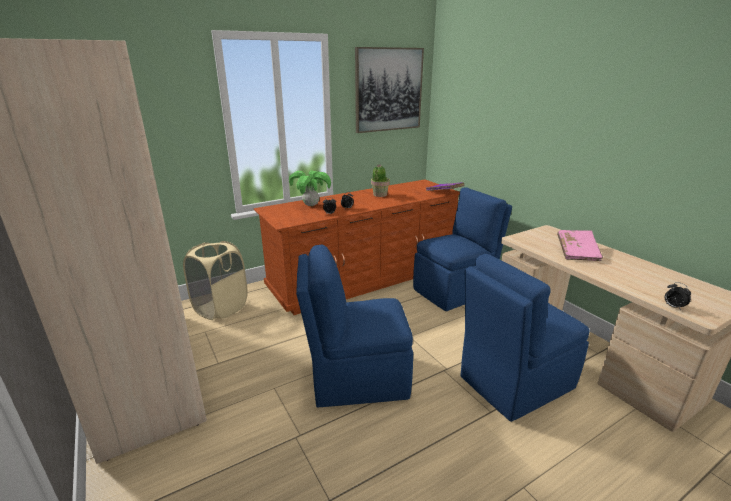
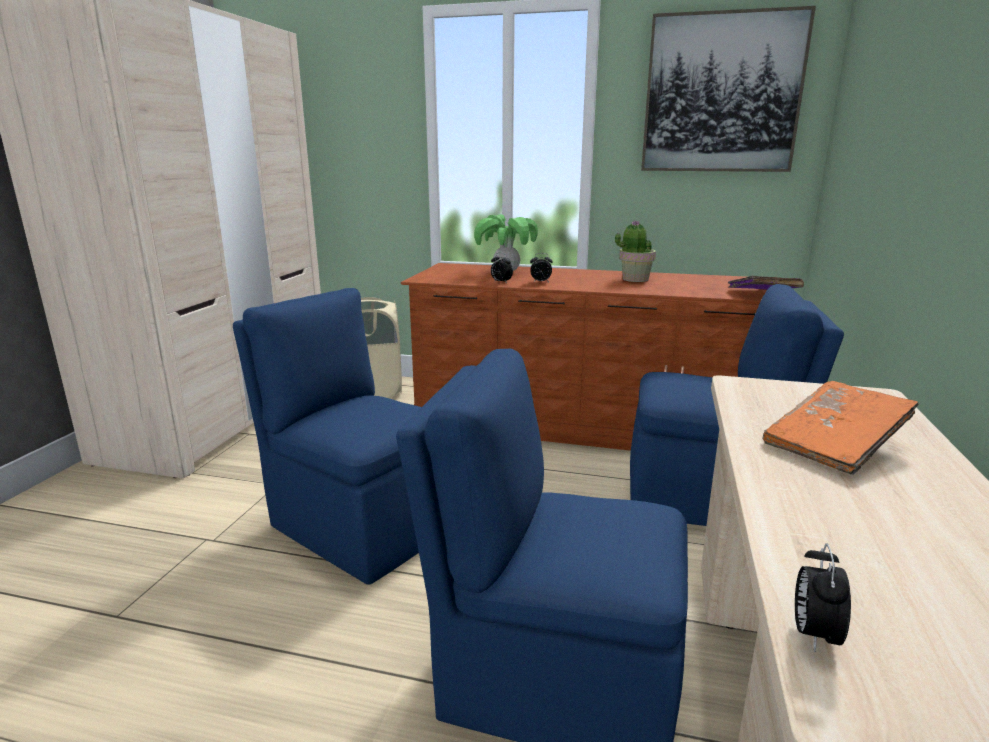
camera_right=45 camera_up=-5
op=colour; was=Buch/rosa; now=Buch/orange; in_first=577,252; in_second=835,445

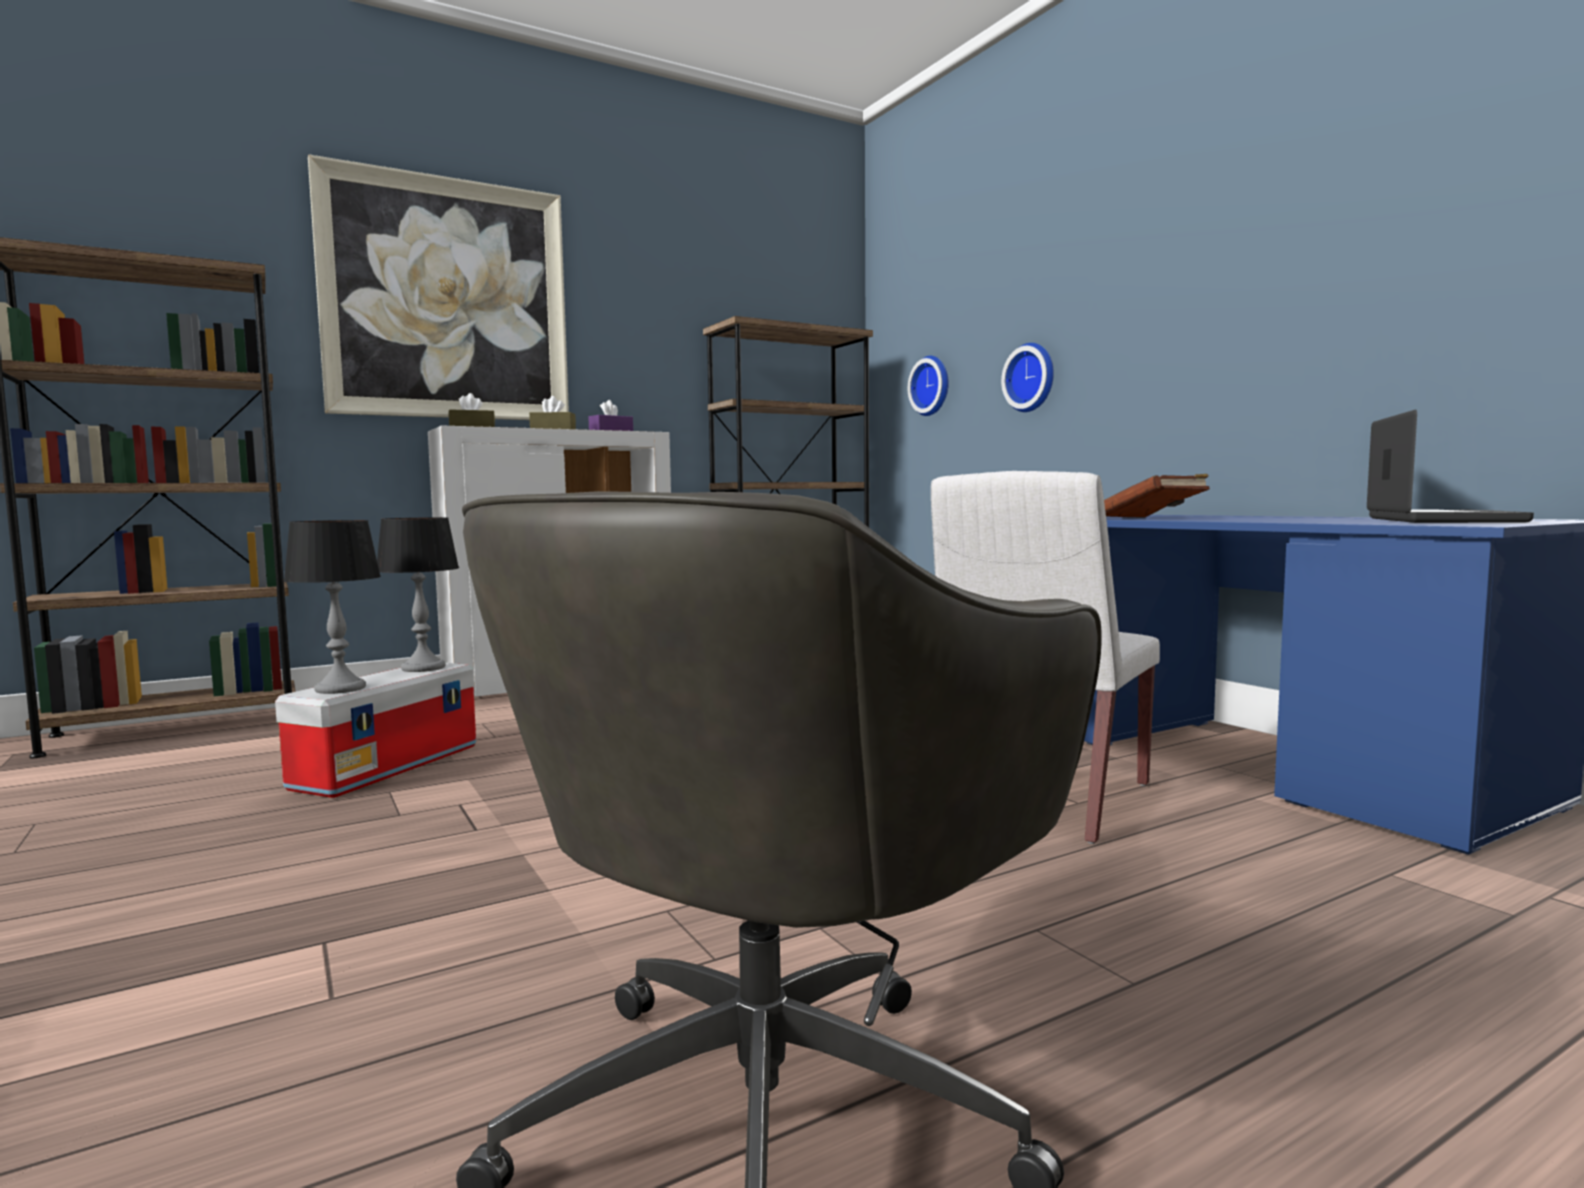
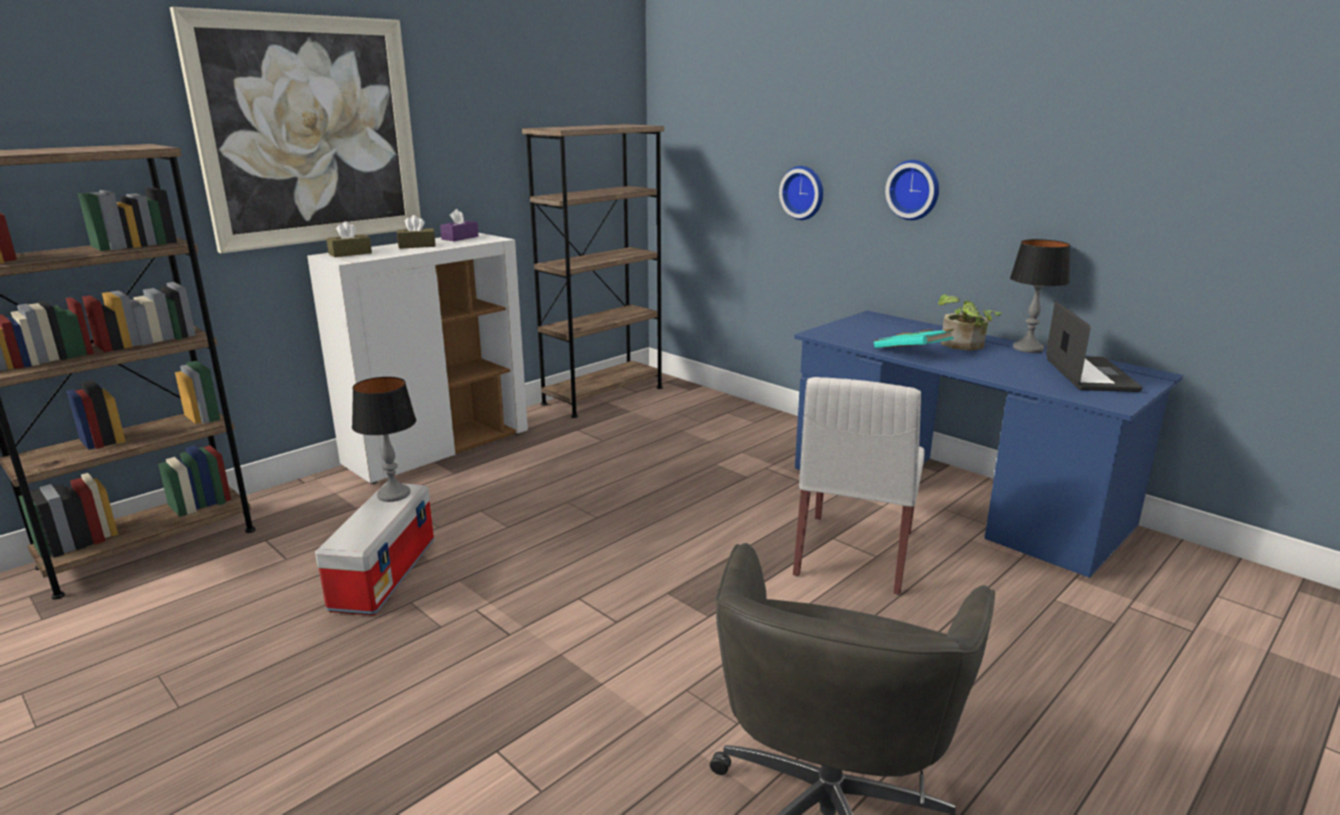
camera_right=-15 camera_up=15
op=relocated; was=Wanduhr; in_first=932,386; in_second=914,189
op=colour; was=Buch/braun; now=Buch/türkis; in_first=1150,518; in_second=912,353
op=relocated; was=Tischlampe; in_first=340,689; in_second=1028,348
op=appeared; now=Topfpflanze; in_second=962,346

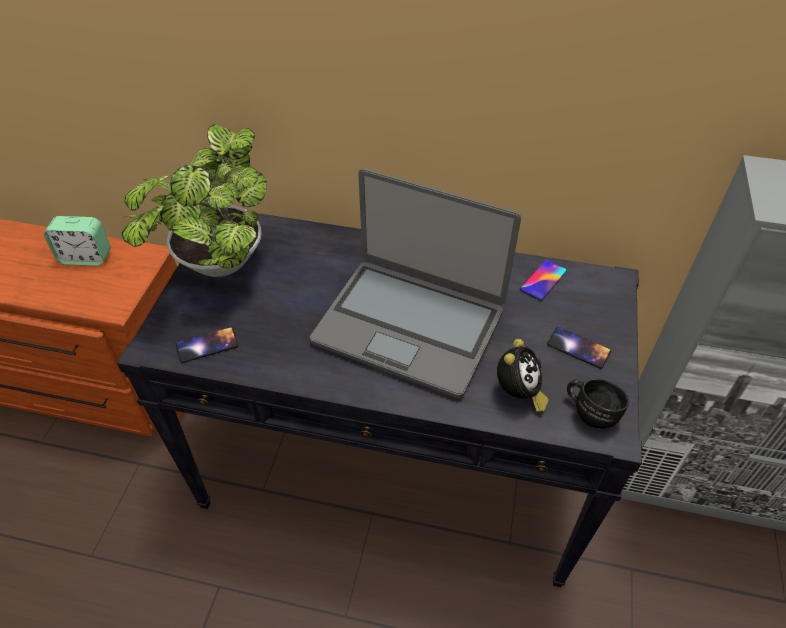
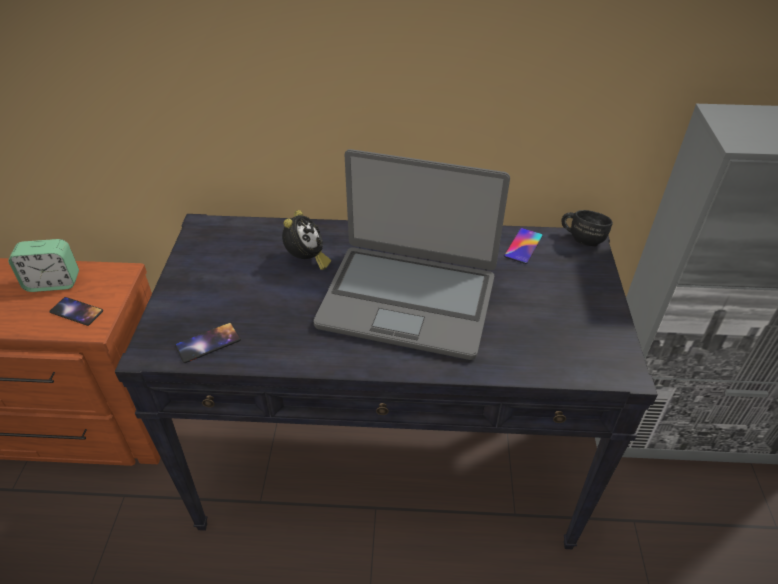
camera_right=-10 camera_up=-5
op=missing; was=Topfpflanze; in_first=217,266
op=relocated; was=Handy; in_first=578,348; in_second=76,311
op=relocated; was=Wecker; in_first=518,394; in_second=306,260
op=relocated; was=Henkelbecher/schwarz; in_first=591,411; in_second=582,238

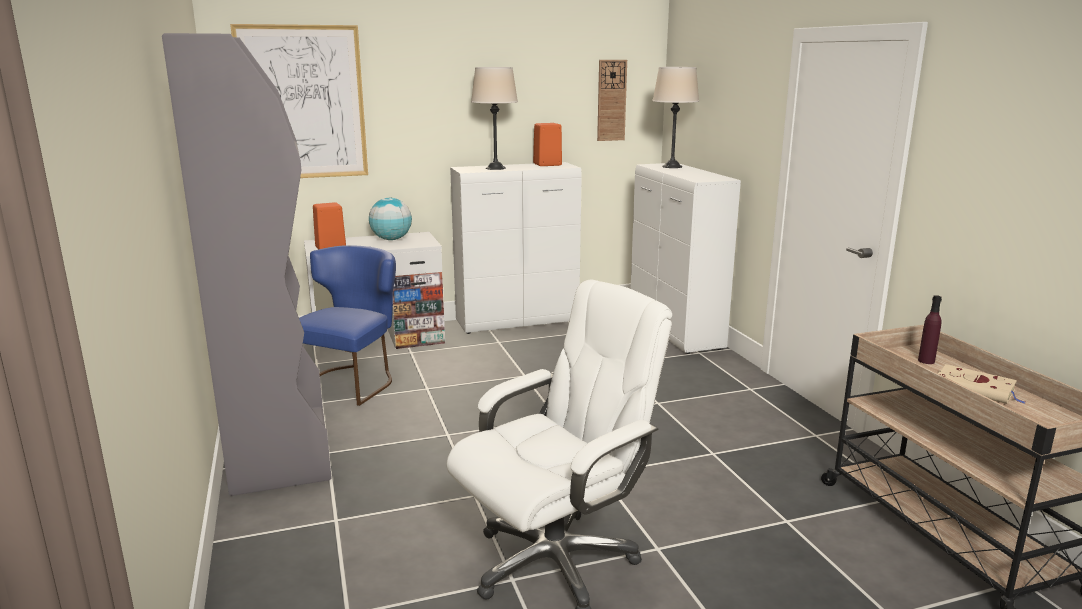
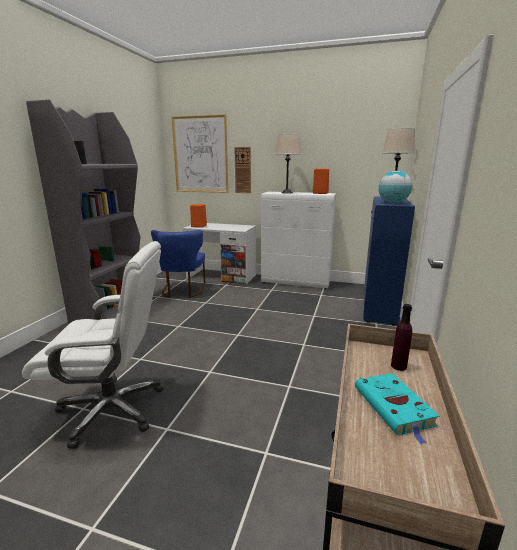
camera_right=35 camera_up=0
op=relocated; was=Wanduhr; in_first=611,100; in_second=243,170
op=colour; was=Schrank/weiß; now=Schrank/blau; in_first=675,332; in_second=379,308
op=relocated; was=Globus; in_first=391,239; in_second=393,203
op=spun; was=Stuhl/blau; in_first=351,381; in_second=182,291; clockwise=120
op=colour; was=Buch/beige; now=Buch/türkis; in_first=976,389; in_second=395,408

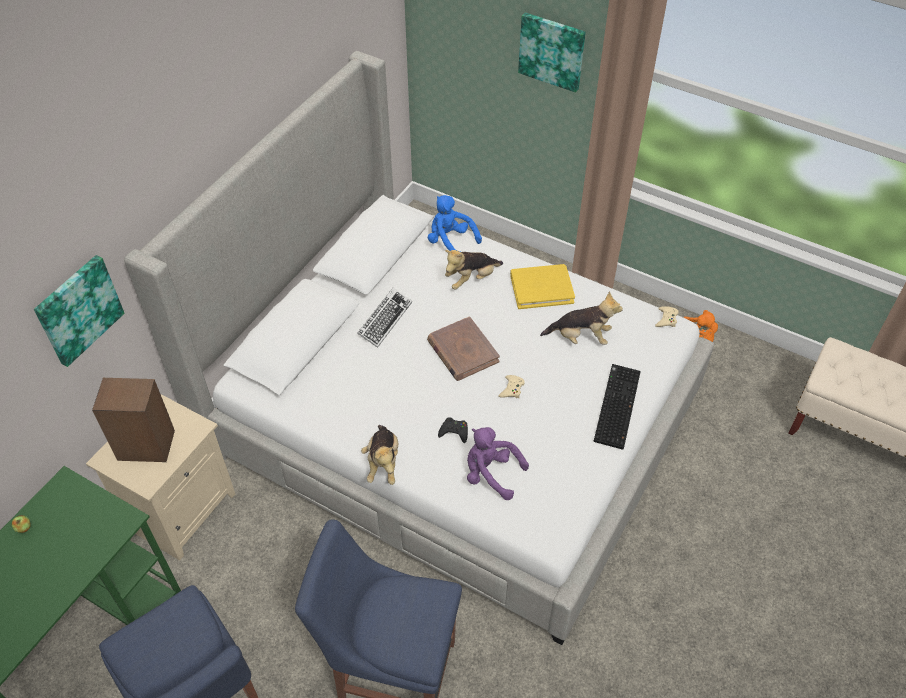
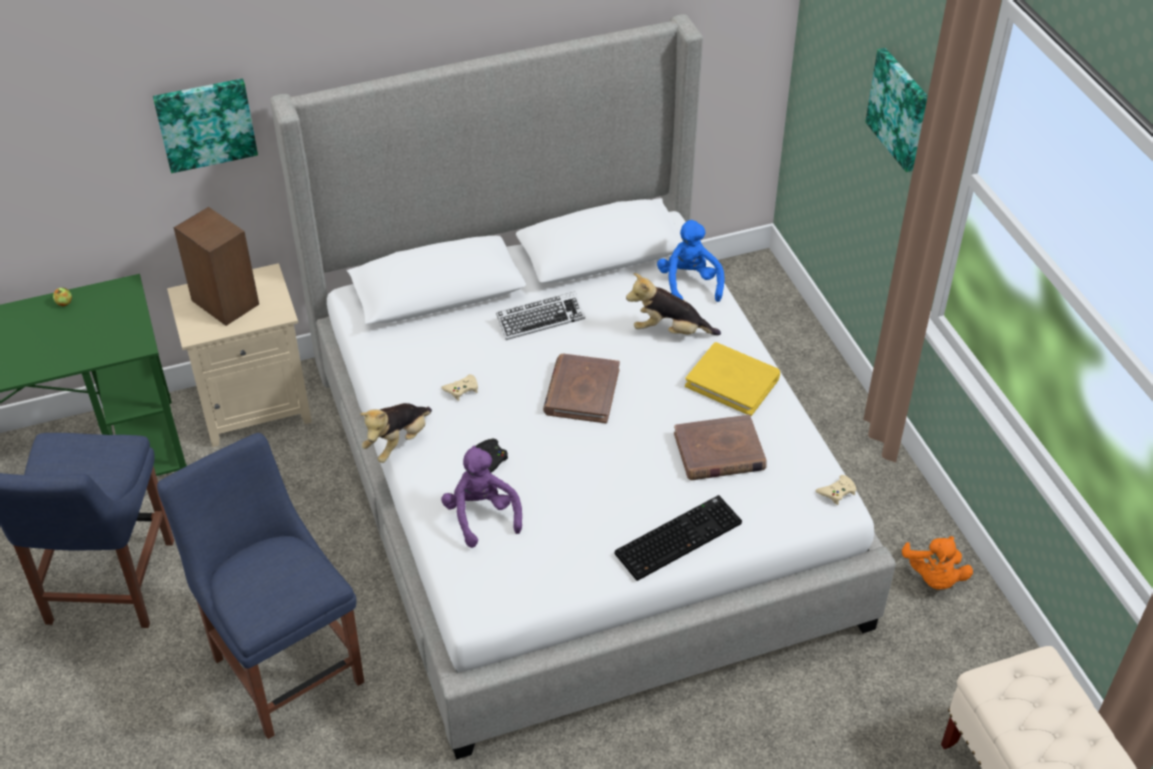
camera_right=40 camera_up=-5
op=exchanged; was=Plüschtier; now=Buch/braun; in_first=581,337; in_second=719,452
op=relocated; was=Gamepad/beige; in_first=511,389; in_second=462,389

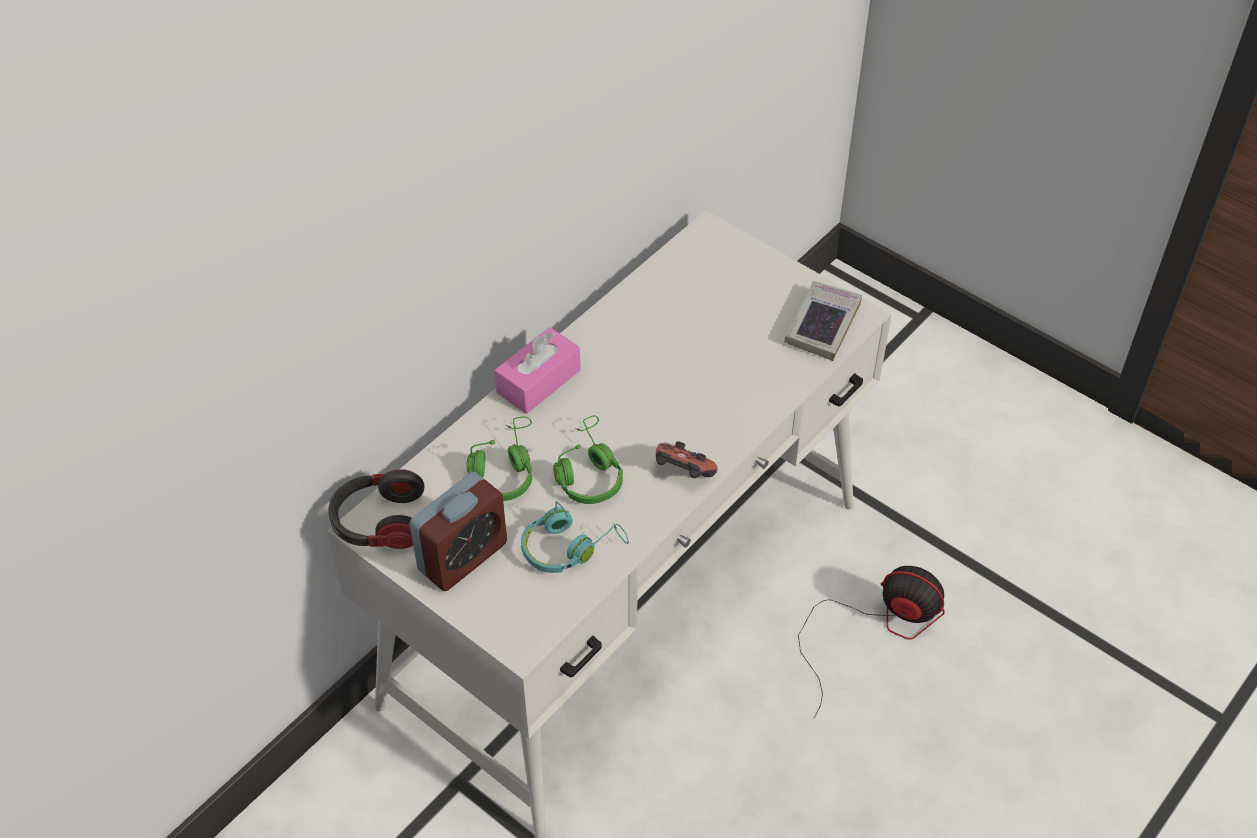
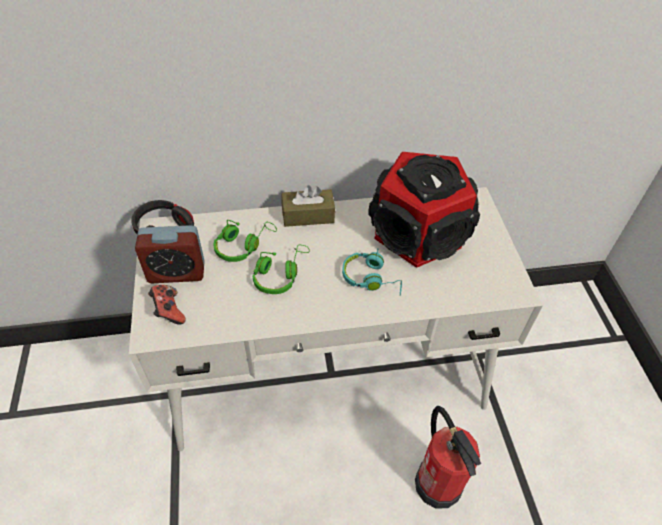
camera_right=40 camera_up=0
op=missing; was=Buch; in_first=822,325
op=colour; was=Taschentuchbox/rosa; now=Taschentuchbox/braun; in_first=538,381; in_second=308,215
op=relocated; was=Gamepad; in_first=682,473; in_second=168,311
op=relocated; was=Kopfhörer/türkis; in_first=569,547; in_second=371,278
op=exchanged; was=Ventilator; now=Feuerlöscher; in_first=876,628; in_second=438,483
op=appeared; now=Lautsprecher; in_second=418,233

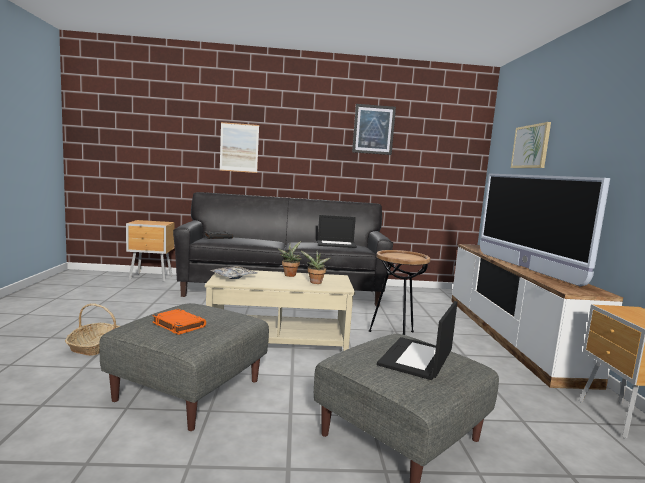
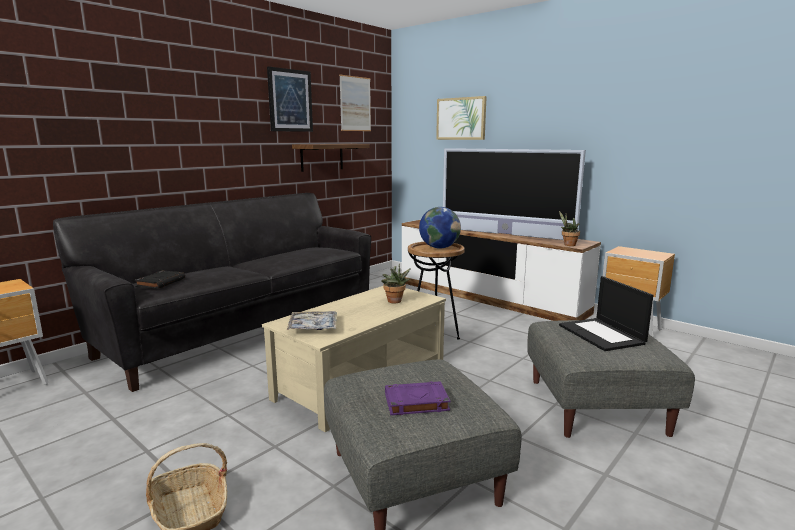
camera_right=-45 camera_up=5
op=relocated; was=Bild; in_first=239,147; in_second=355,104
op=missing; was=Laptop; in_first=336,244
op=relocated; was=Topfpflanze; in_first=290,275; in_second=568,244
op=colour; was=Buch/orange; now=Buch/lila; in_first=178,324; in_second=415,402
op=appeared; now=Wandregal; in_second=322,157
op=appeared; now=Globus; in_second=439,247

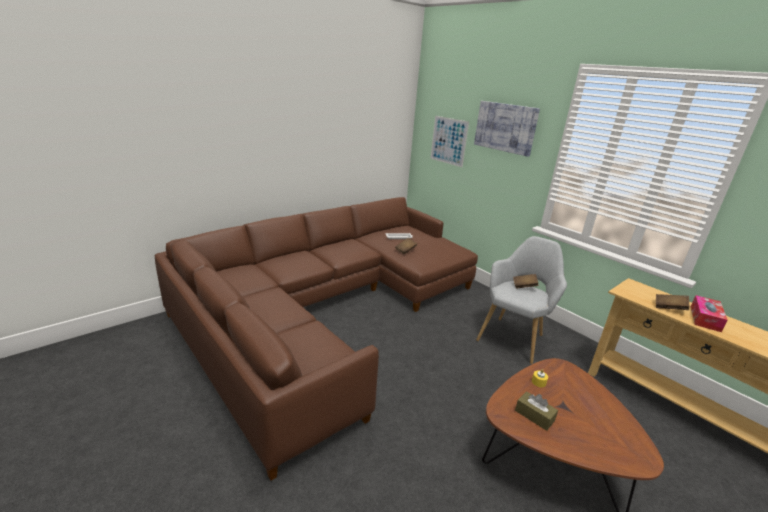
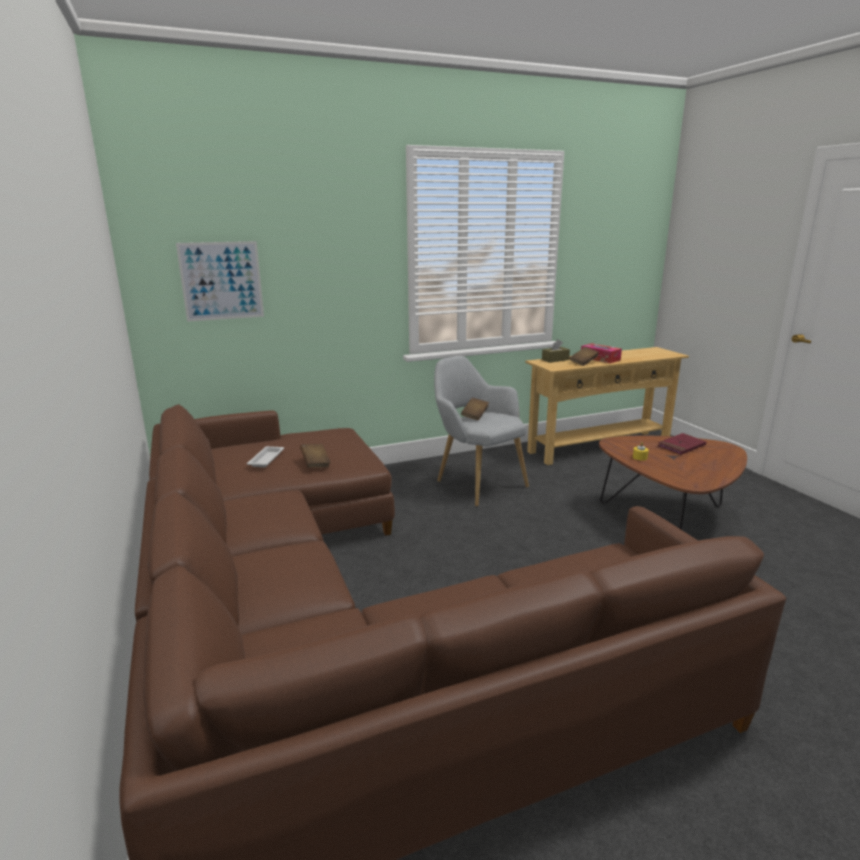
camera_right=-70 camera_up=-5
op=missing; was=Bild; in_first=505,127
op=relocated; was=Taschentuchbox/braun; in_first=534,416; in_second=555,360
op=appeared; now=Buch/rot; in_second=681,446

